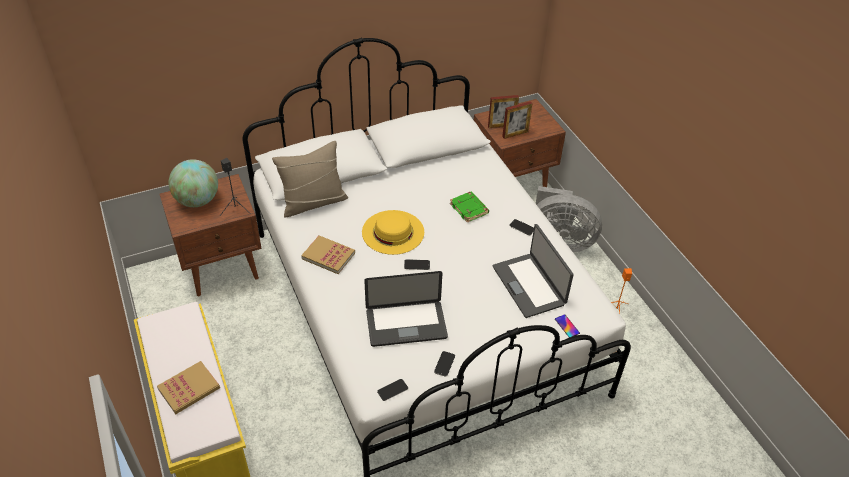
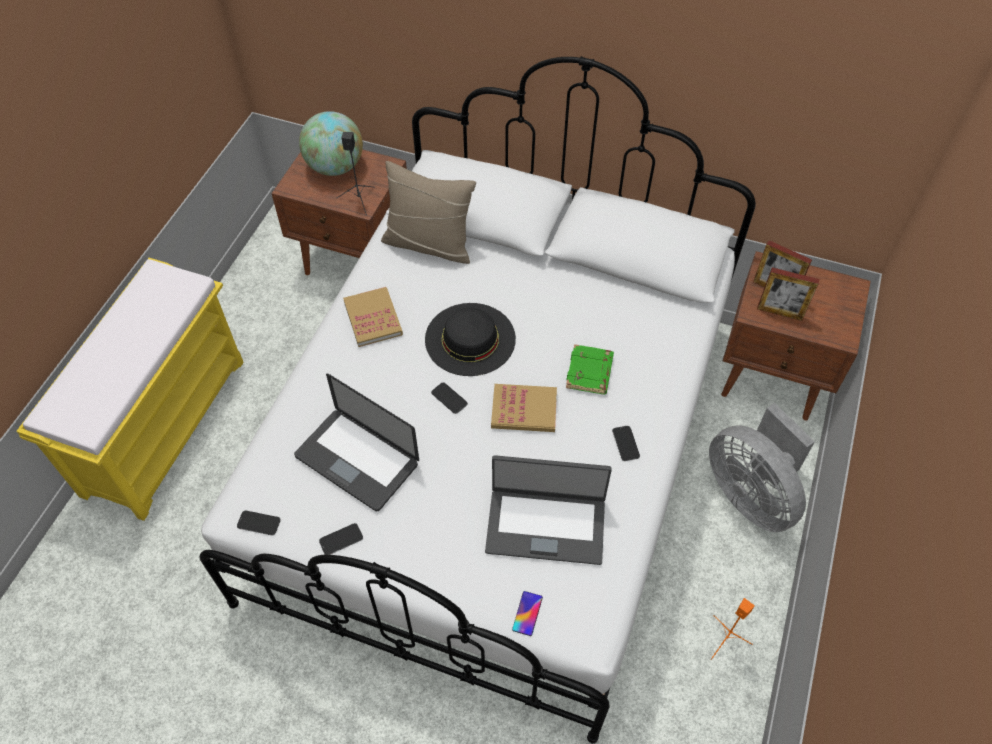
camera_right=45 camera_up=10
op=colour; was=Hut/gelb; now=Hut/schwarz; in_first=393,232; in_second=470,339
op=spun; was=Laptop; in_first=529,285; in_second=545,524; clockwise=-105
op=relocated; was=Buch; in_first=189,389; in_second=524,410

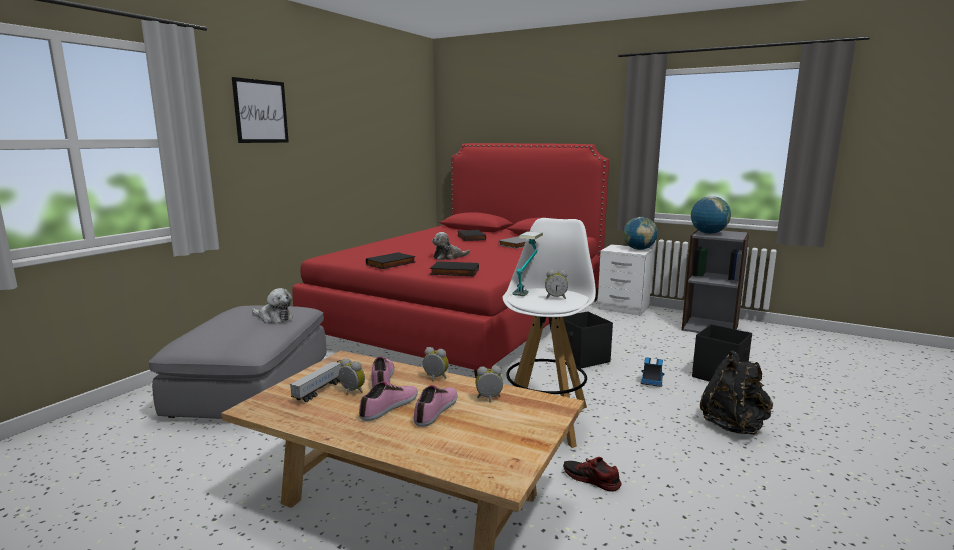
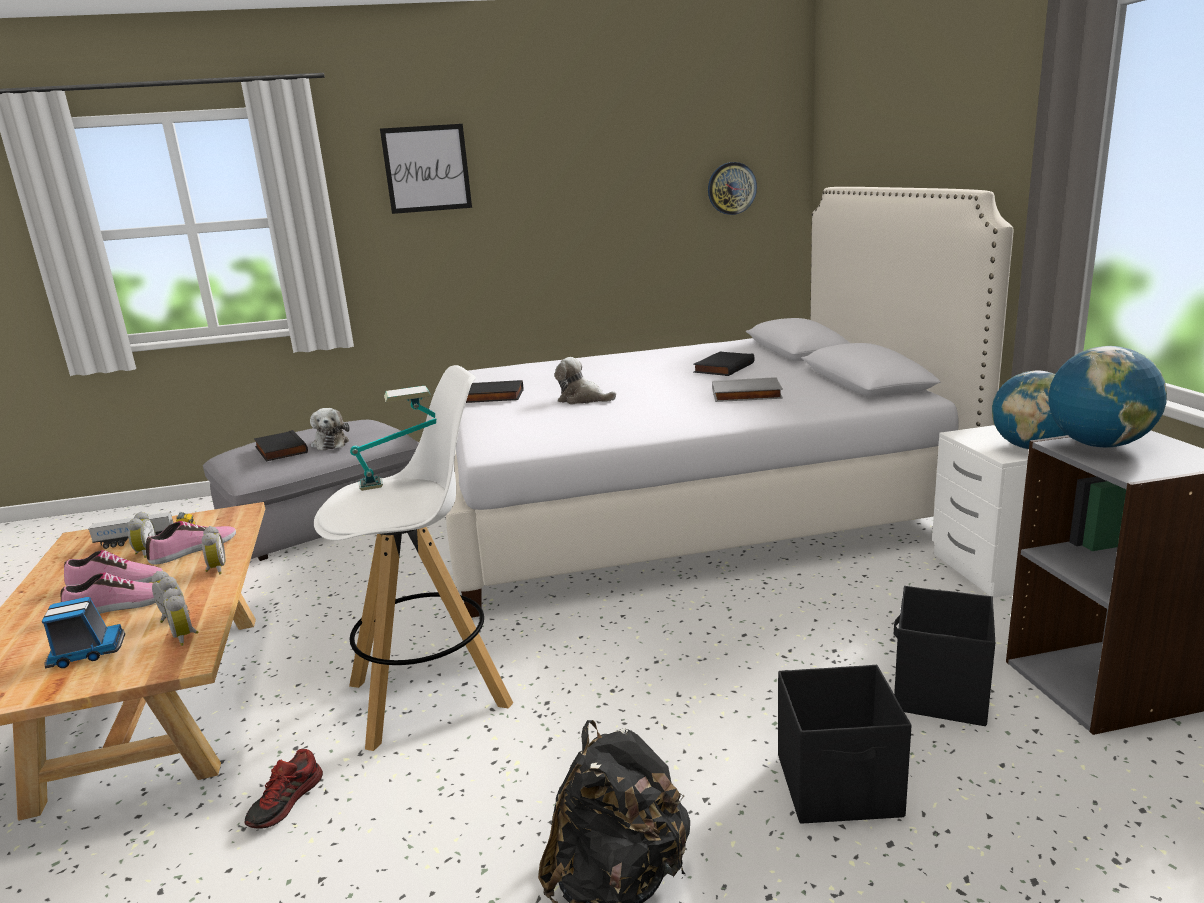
camera_right=50 camera_up=5
op=colour; was=Bett/rot; now=Bett/weiß; in_first=466,319; in_second=683,504
op=relocated; was=Buch/schwarz; in_first=454,272; in_second=279,450
op=relocated; was=Wecker; in_first=556,297; in_second=186,637
op=relocated; was=Aufbewahrungsbox/schwarz; in_first=583,359; in_second=939,693
op=relocated; was=Spielzeuglaster; in_first=651,381; in_second=85,653
op=spun; was=Schuh; in_first=591,480; in_second=286,802; clockwise=-150
op=appeared; now=Wanduhr; in_second=731,188

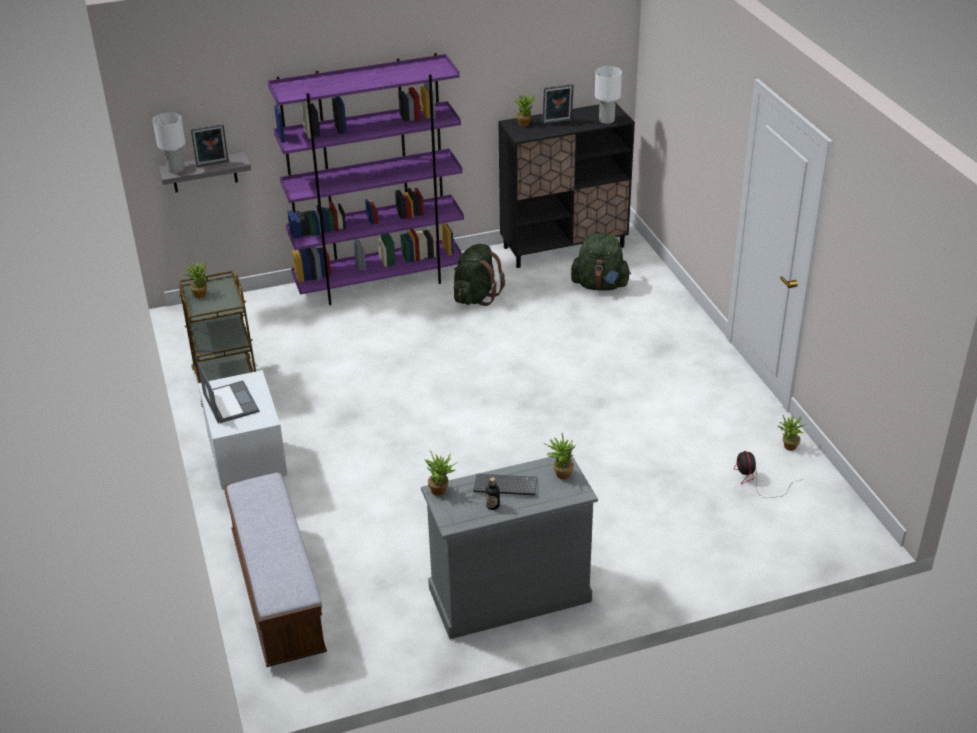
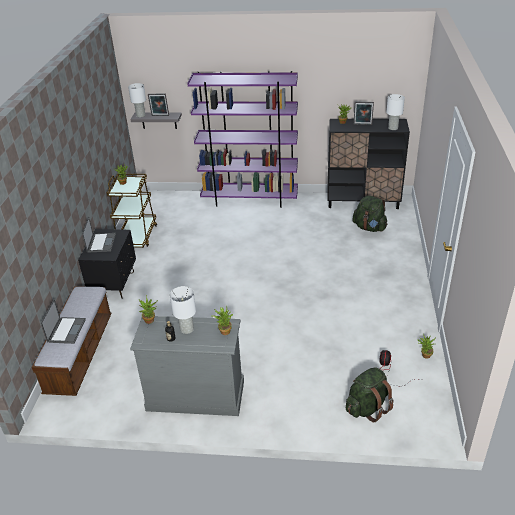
camera_right=25 camera_up=0
op=relocated; was=Rucksack/grün; in_first=476,297; in_second=367,407
op=colour; was=Nachttisch/weiß; now=Nachttisch/schwarz; in_first=249,473; in_second=114,284
op=exchanged; was=Tastatur; now=Tischlampe/weiß; in_first=504,487; in_second=186,329
op=appeared; now=Laptop; in_second=66,330

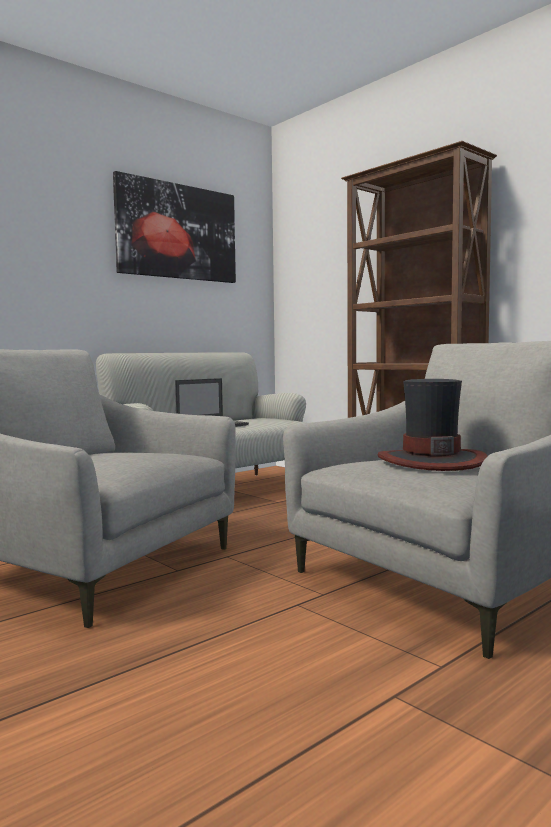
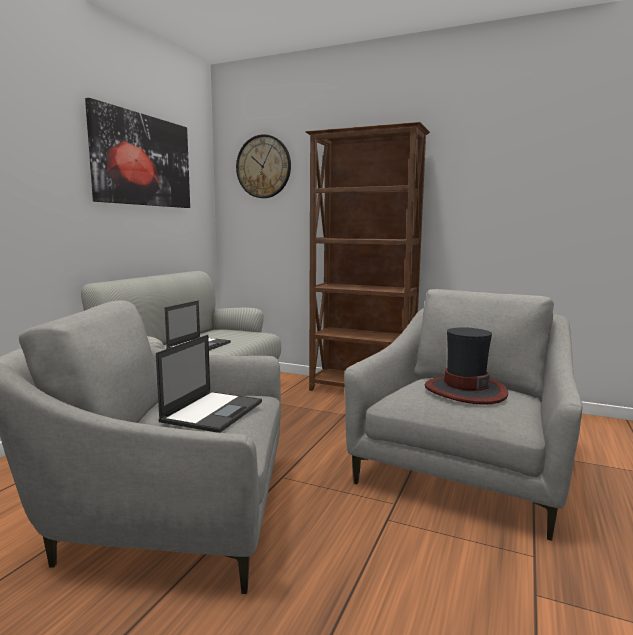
camera_right=-25 camera_up=5
op=appeared; now=Wanduhr; in_second=263,167
op=appeared; now=Laptop; in_second=213,411

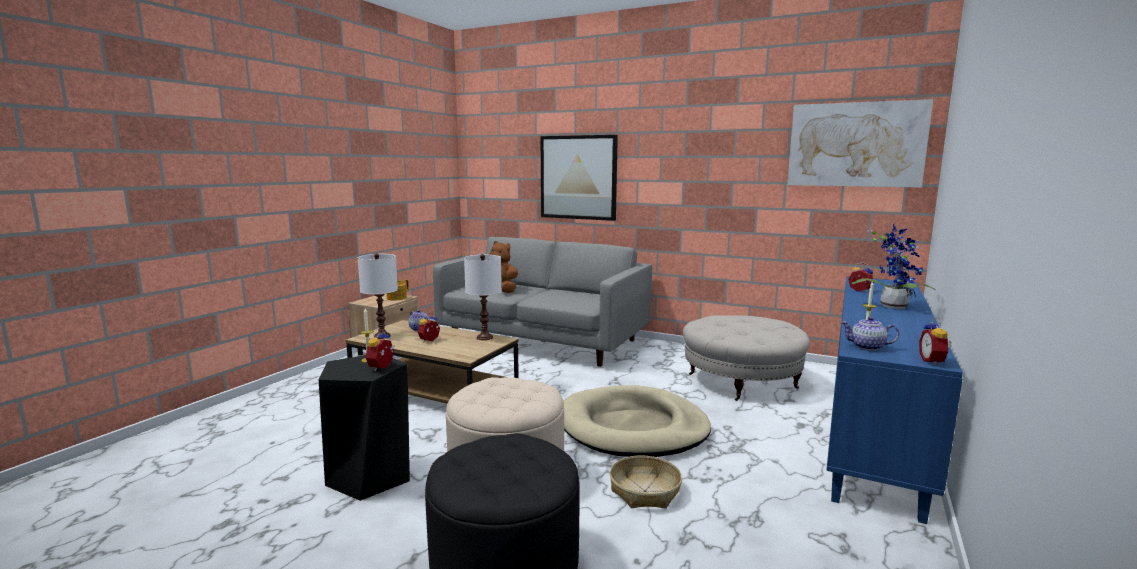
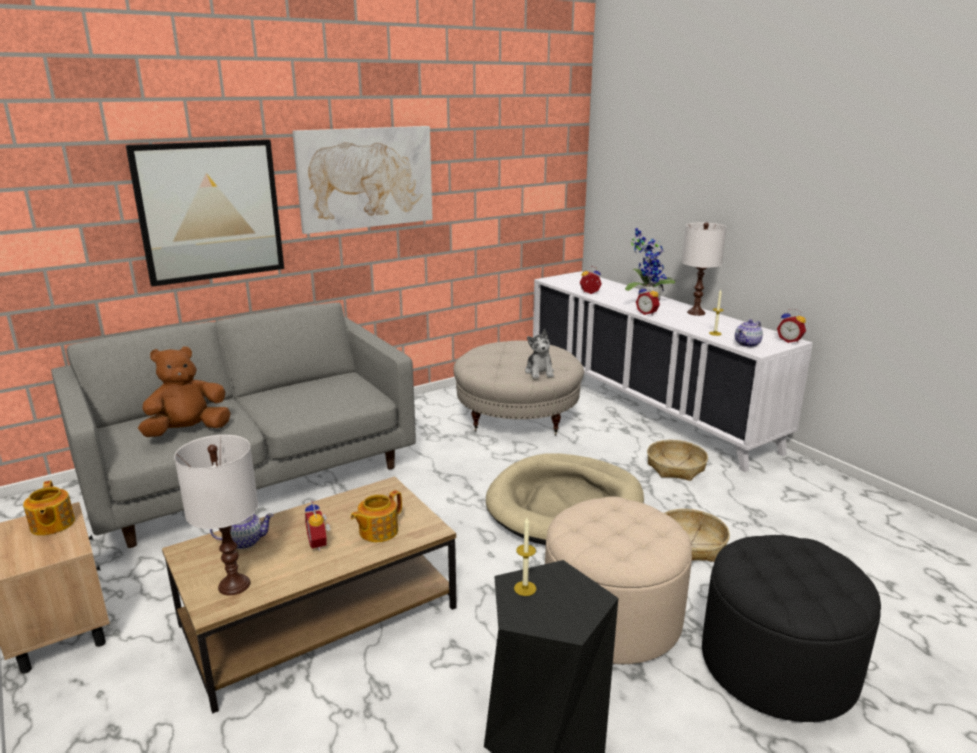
camera_right=-60 camera_up=10
op=relocated; was=Bild; in_first=855,144; in_second=366,178
op=relocated; was=Tischlampe/weiß; in_first=485,337; in_second=696,313
op=colour; was=Schrank/blau; now=Schrank/weiß; in_first=873,424; in_second=645,405
op=relocated; was=Wecker; in_first=382,368; in_second=647,313
op=appeared; now=Plüschtier; in_second=539,372
op=appeared; now=Korb; in_second=676,467
op=appeared; now=Teekanne; in_second=377,531

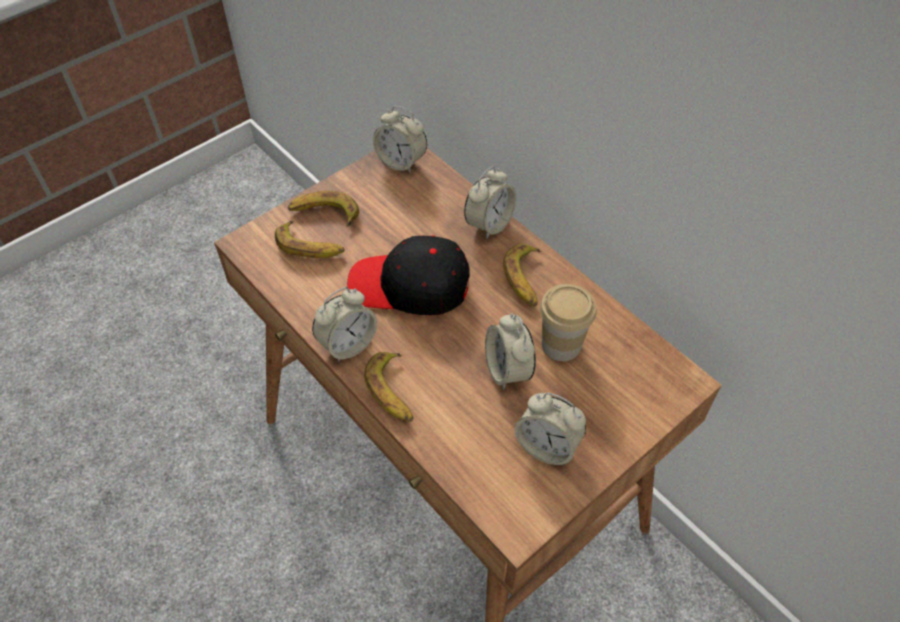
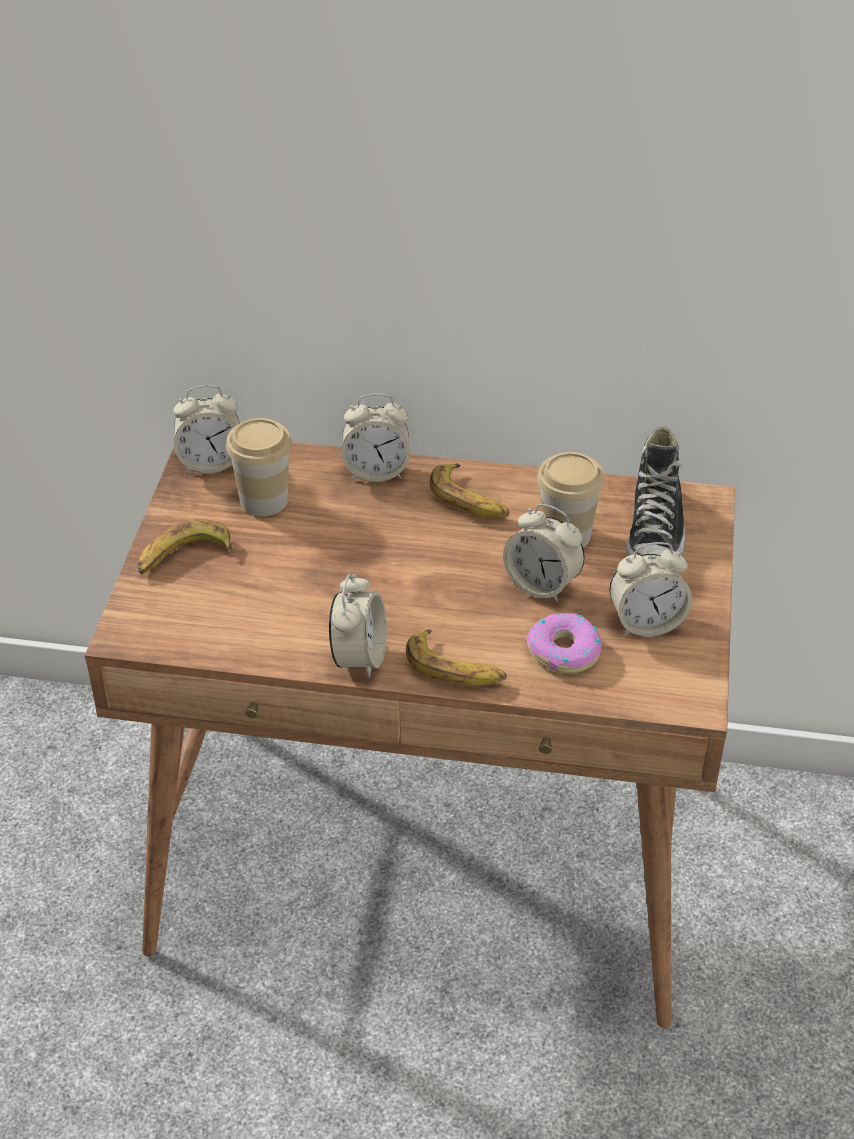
camera_right=-40 camera_up=-10
op=spun; was=Wecker; in_first=489,224; in_second=376,471; clockwise=90
op=missing; was=Banane; in_first=310,247
op=missing; was=Kappe/schwarz; in_first=410,286
op=appeared; now=Tasse; in_second=264,500
op=appeared; now=Schuh; in_second=655,533
op=appeared; now=Donut; in_second=564,651

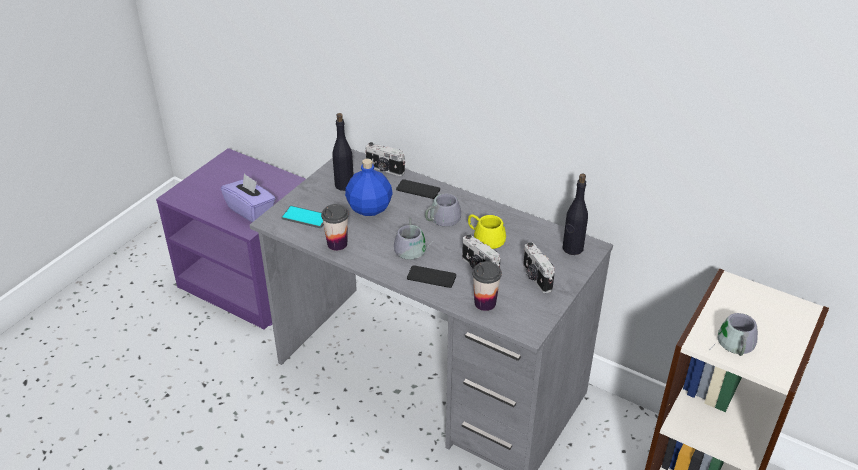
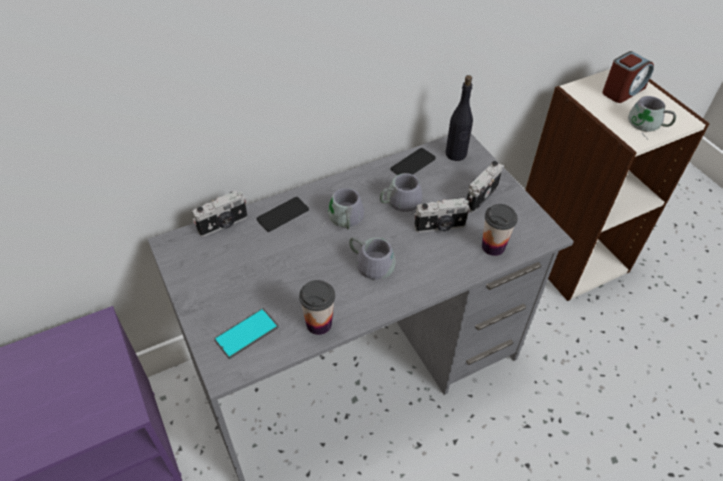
camera_right=-60 camera_up=10
op=missing; was=Flasche/schwarz; in_first=344,185
op=missing; was=Flasche/blau; in_first=368,208
op=missing; was=Taschentuchbox/lila; in_first=251,210
op=colour; was=Henkelbecher/gelb; now=Henkelbecher/grau; in_first=487,236; in_second=397,199
op=spun; was=Kamera; in_first=536,278; in_second=480,196; clockwise=120
op=relocated; was=Handy; in_first=431,277; in_second=413,164
op=appeared; now=Wecker; in_second=623,91

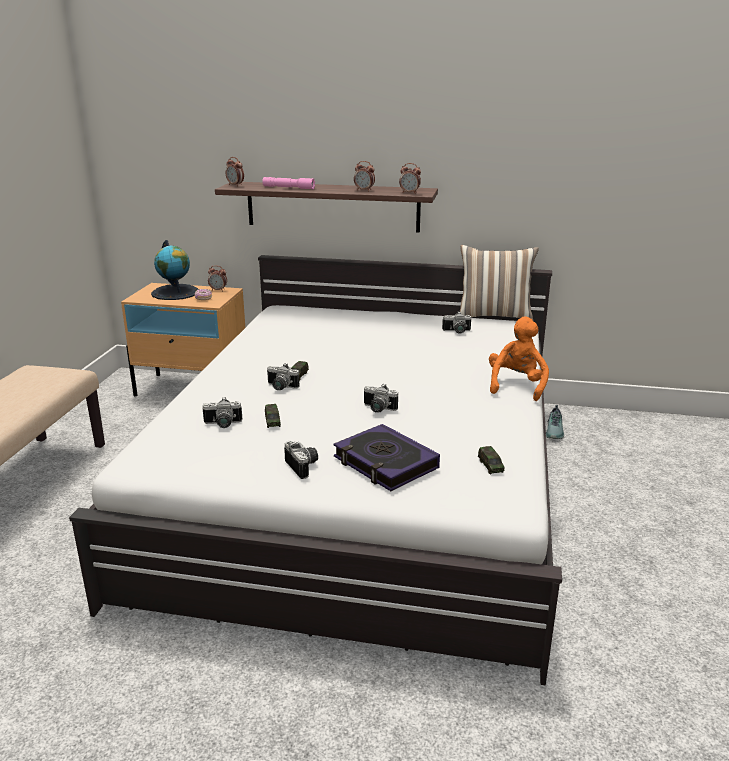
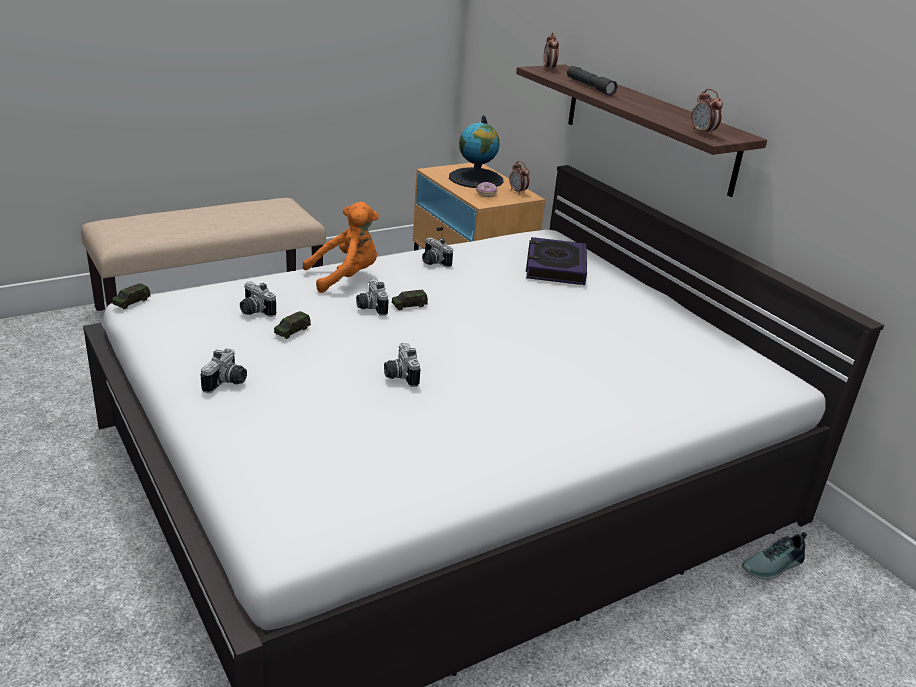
camera_right=45 camera_up=5
op=missing; was=Wecker; in_first=364,190
op=colour; was=Taschenlampe/rosa; now=Taschenlampe/grau; in_first=288,188; in_second=590,86
op=missing; was=Kissen; in_first=494,315
op=relocated; was=Kamera; in_first=457,332; in_second=432,262
op=relocated; was=Plüschtier/orange; in_first=516,385; in_second=345,277
op=relocated; was=Buch; in_first=385,463; in_second=555,267
op=relocated; was=Spielzeugauto; in_first=490,466; in_second=132,302

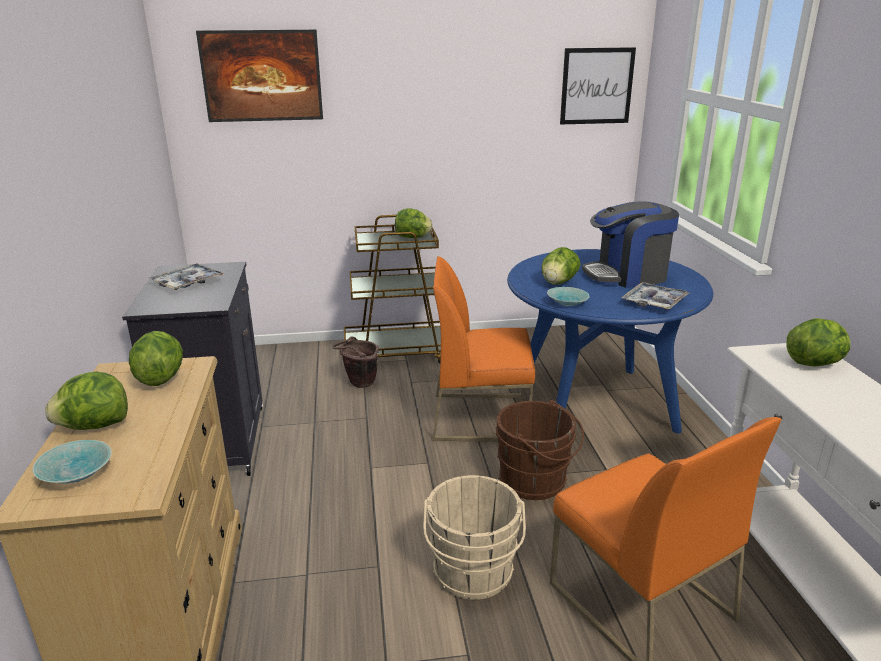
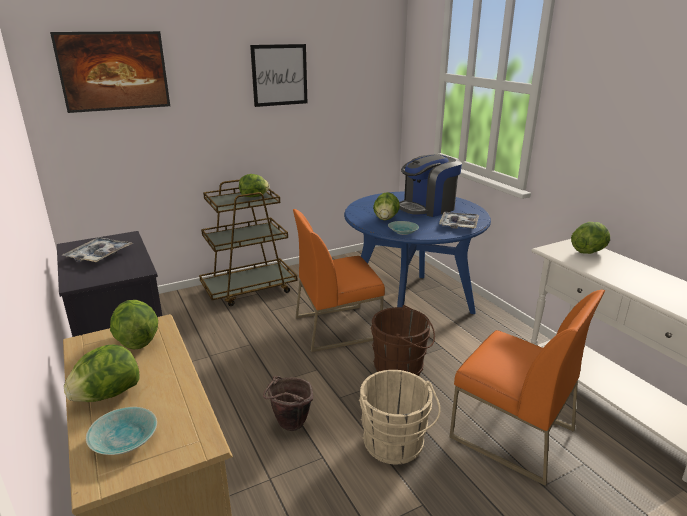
camera_right=-20 camera_up=0
op=relocated; was=Bild; in_first=596,86; in_second=279,75
op=relocated; was=Eimer/braun; in_first=359,384; in_second=289,426

